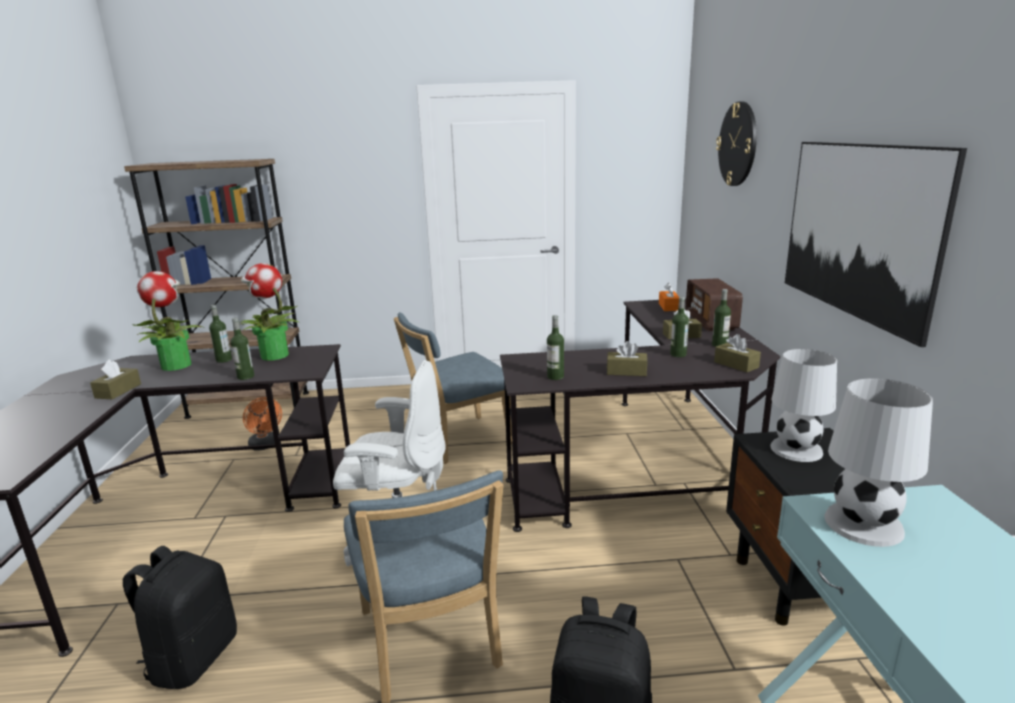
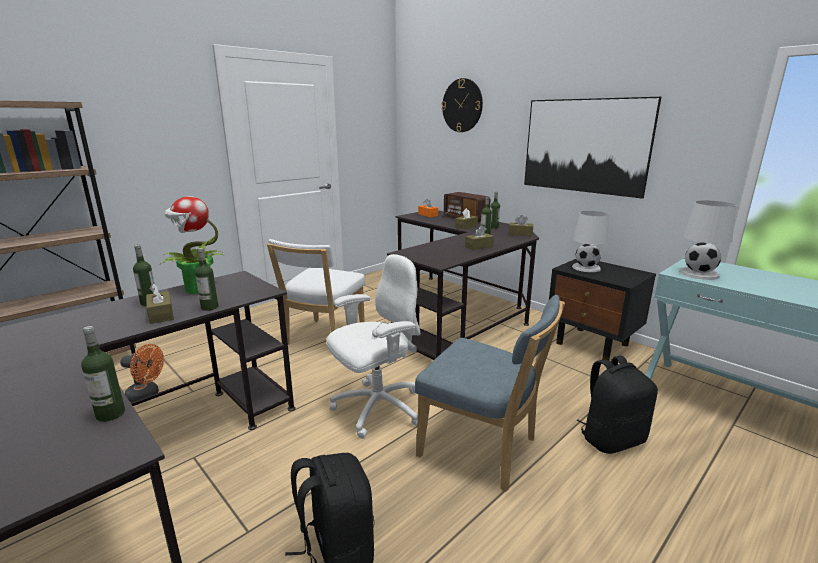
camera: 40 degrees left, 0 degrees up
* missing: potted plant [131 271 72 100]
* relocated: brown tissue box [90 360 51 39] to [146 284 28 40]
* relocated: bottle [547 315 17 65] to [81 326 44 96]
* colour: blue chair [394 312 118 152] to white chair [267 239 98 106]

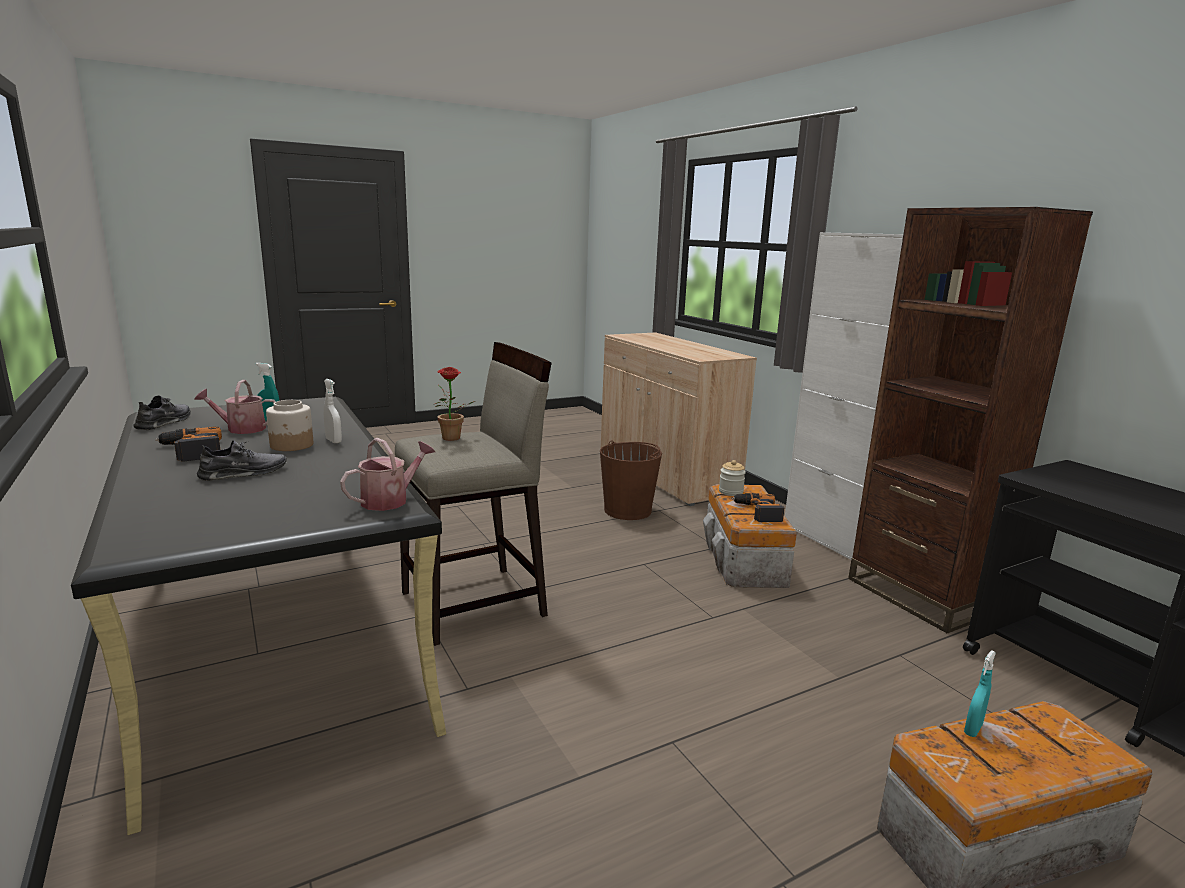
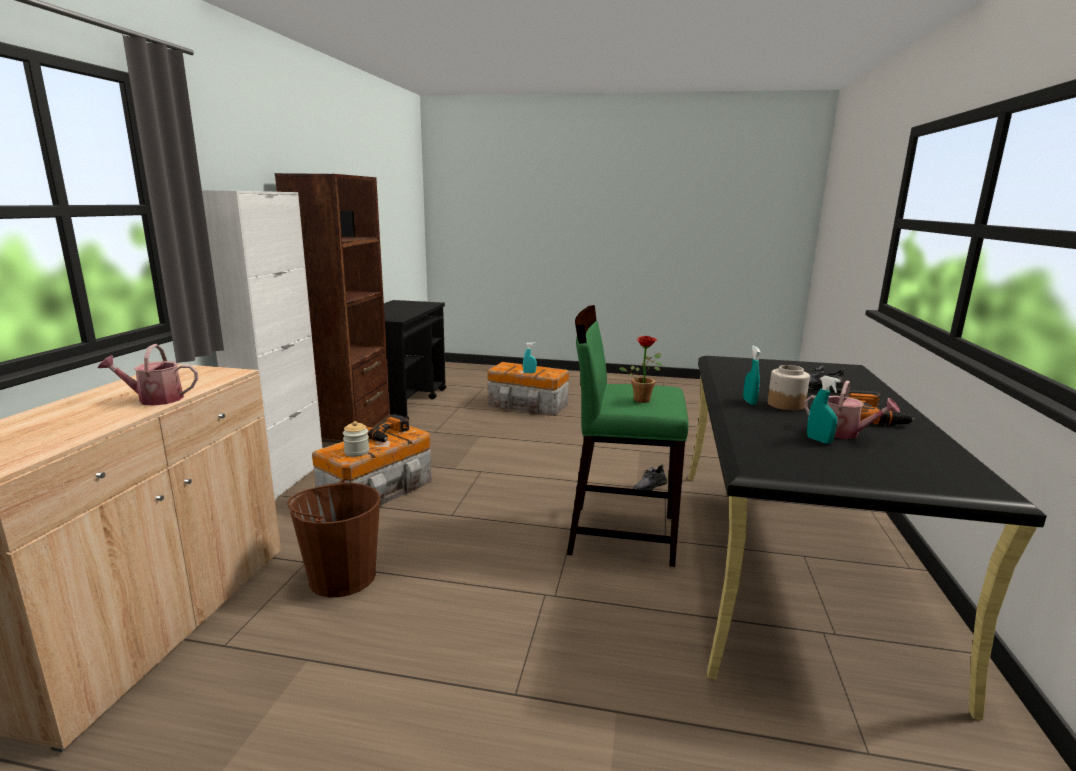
camera: 140 degrees left, 0 degrees up
* relocated: grey shoe [133 395 58 35] to [633 464 34 27]
* relocated: watering can [340 438 95 73] to [98 344 100 62]
* colour: white spray bottle [324 379 18 64] to turquoise spray bottle [743 346 17 59]
* colour: beige stool [395 342 157 304] to green stool [567 305 122 262]

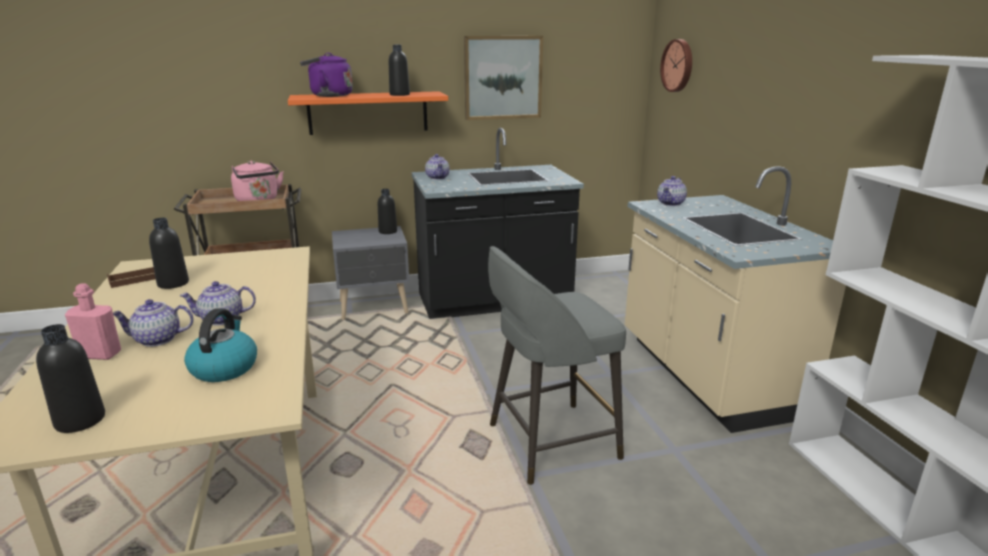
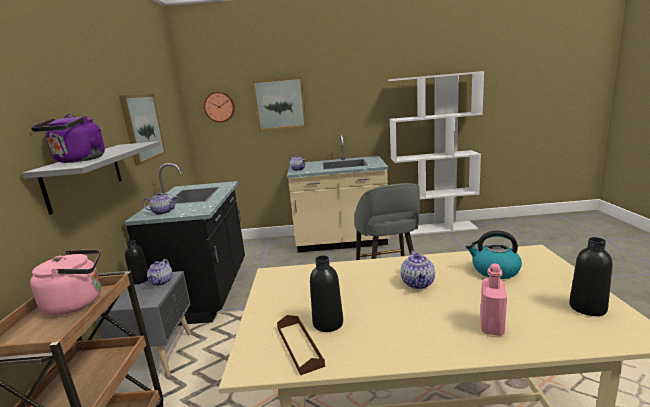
camera: 75 degrees left, 5 degrees down
* missing: black bottle [389 45 21 51]
* appeared: picture [252 77 54 54]
* relocated: teapot [113 299 81 48] to [147 259 26 27]
* colour: orange shelf [288 91 160 44] to grey shelf [22 141 138 74]

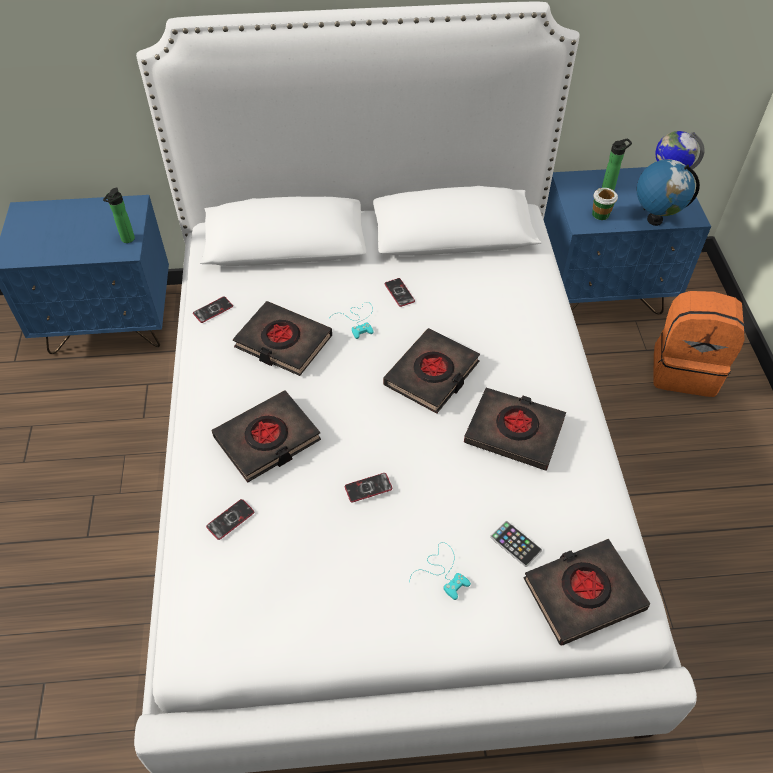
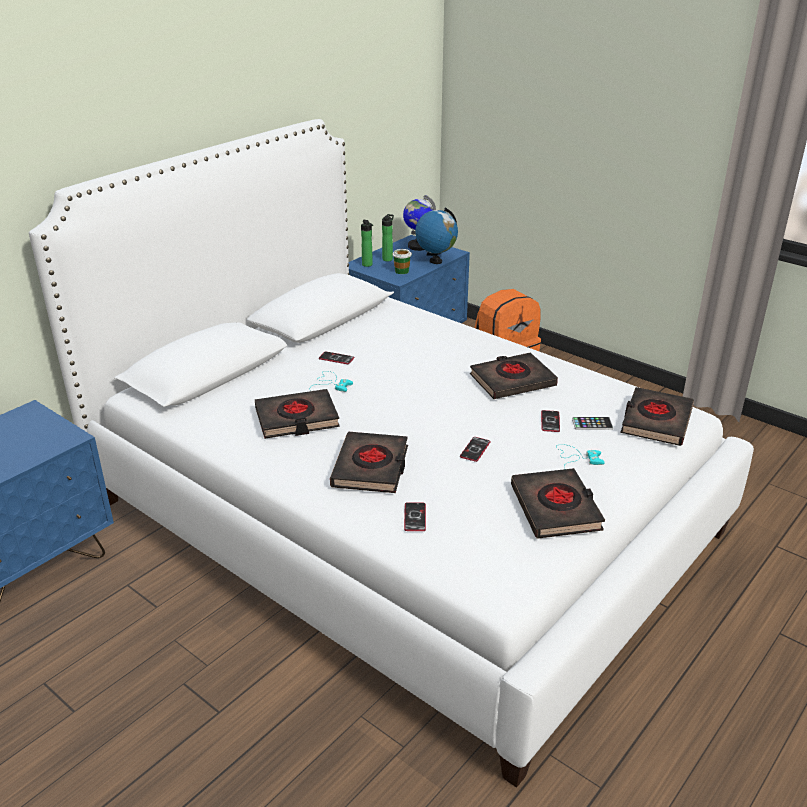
camera: 45 degrees left, 20 degrees down
* relocated: bottle [103 187 32 56] to [361 220 12 47]
* relocated: phone [193 296 40 27] to [541 410 19 22]
* relocated: black book [383 328 97 86] to [511 468 94 71]

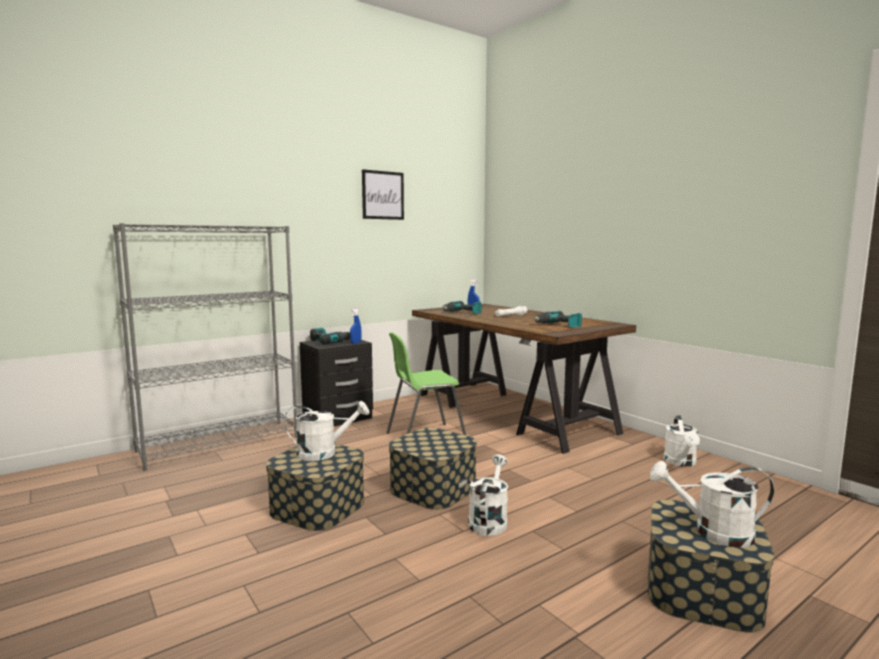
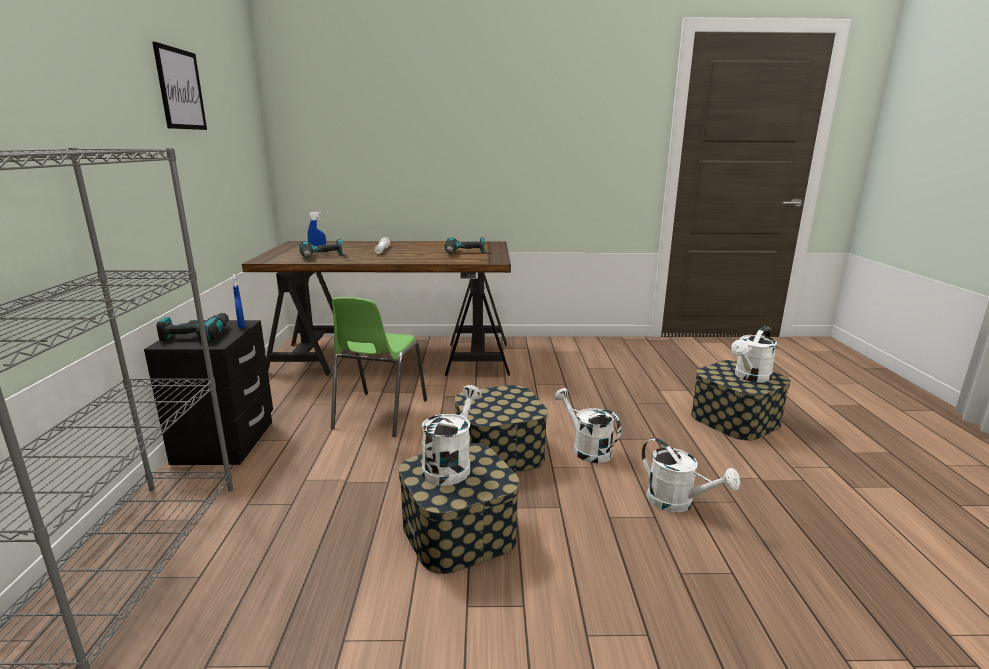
camera: 55 degrees left, 10 degrees up
* relocated: white watering can [664 415 36 51] to [641 438 99 74]

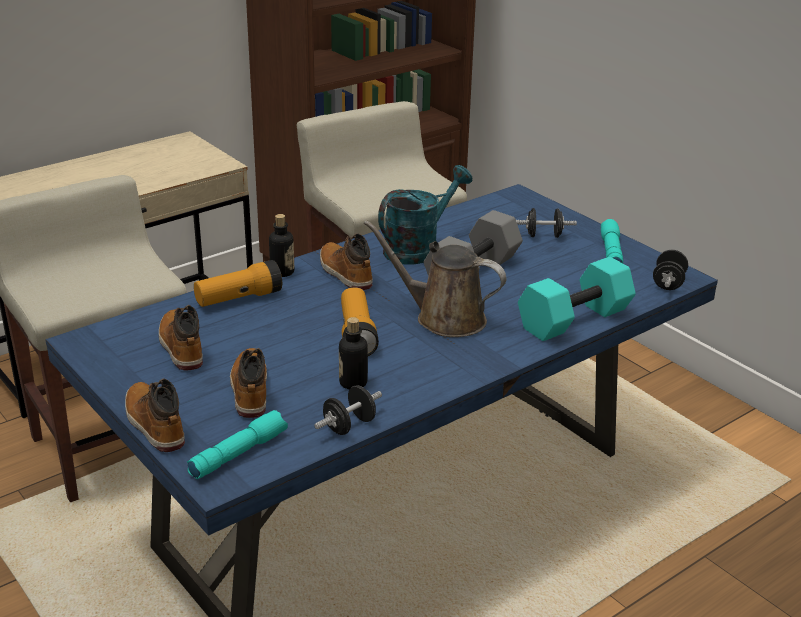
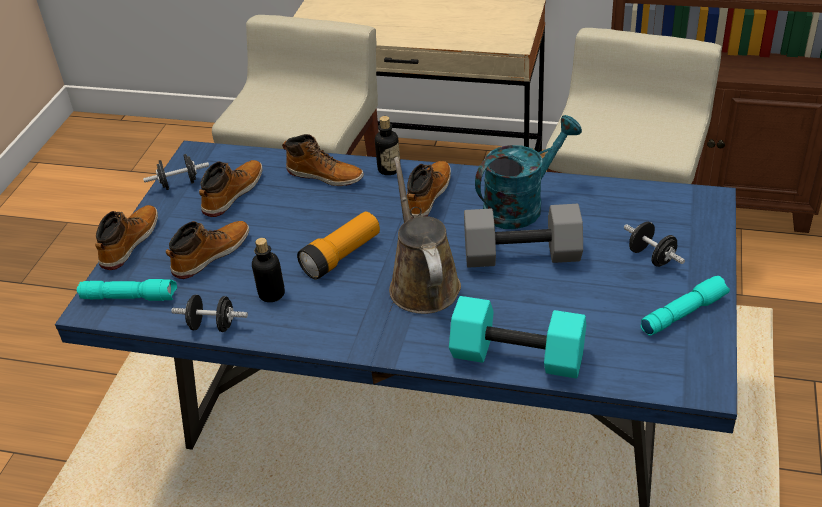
camera: 55 degrees right, 10 degrees up
* relocated: black dumbbell [653 250 35 40] to [143 154 66 36]
* exchanged: flashlight [194 260 88 47] to boot [282 134 82 52]
* spun: turquoise watering can [378 165 94 100] = [475 115 107 114] 45 degrees counterclockwise

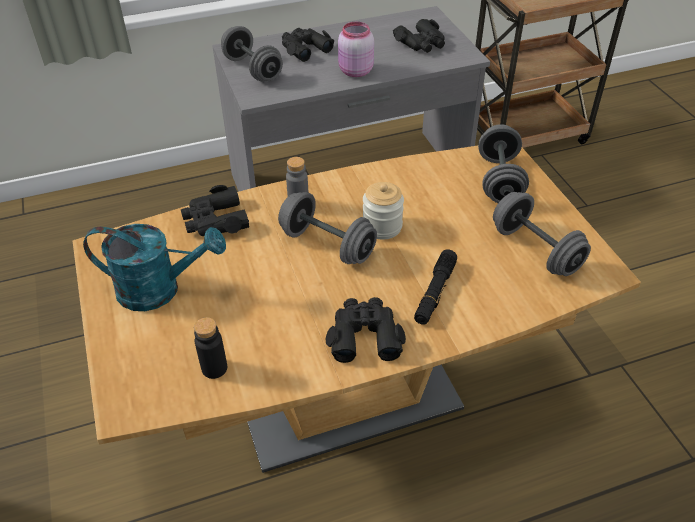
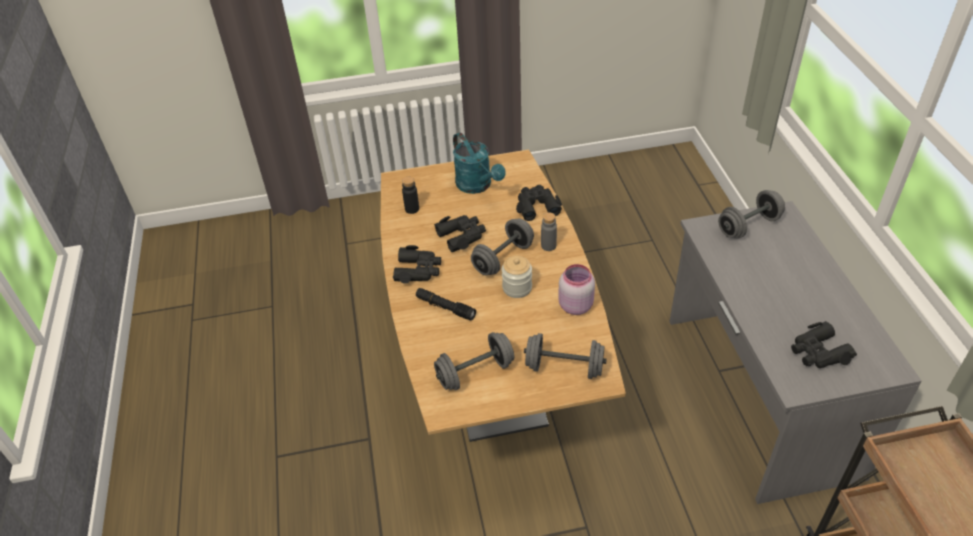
camera: 100 degrees right, 0 degrees up
* relocated: black binoculars [282 28 52 34] to [434 215 52 37]
* relocated: pink jar [338 22 36 55] to [558 264 37 51]
* spun: turquoise watering can [83 224 143 87] = [453 133 53 61] 45 degrees counterclockwise

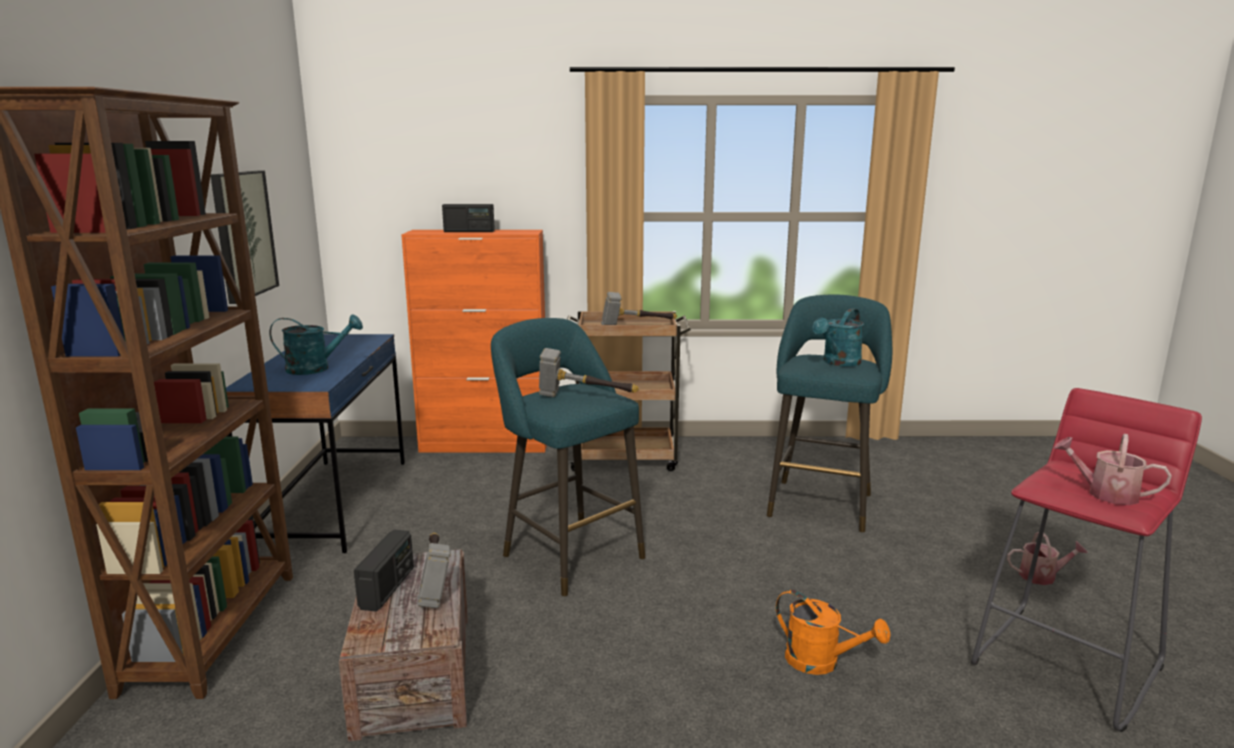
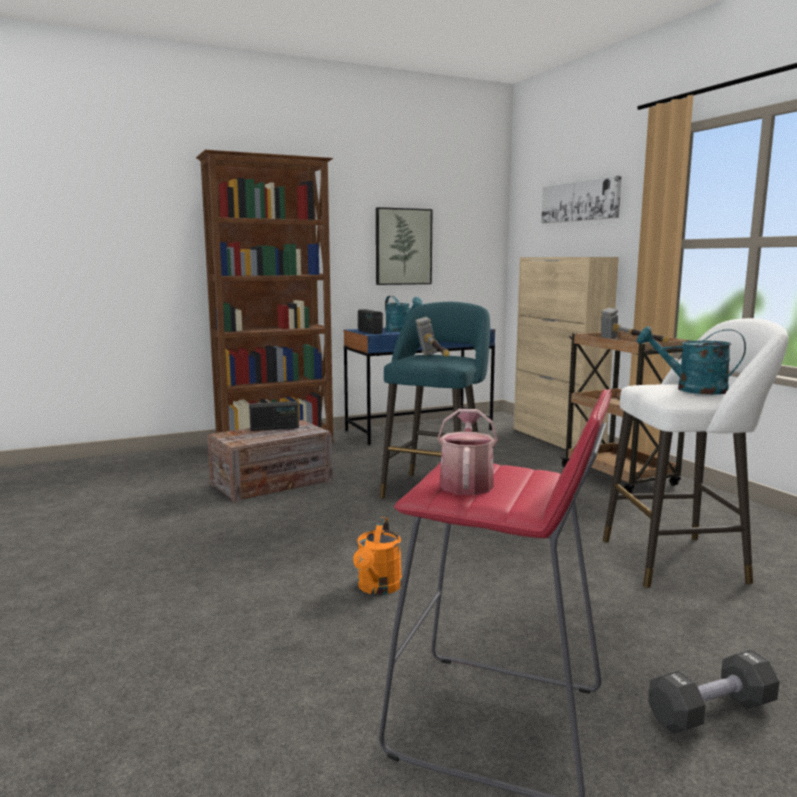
camera: 65 degrees right, 5 degrees down
* missing: hammer [418 533 33 75]
* appeared: picture [541 176 81 47]
* relocated: radio [442 204 53 28] to [358 309 25 25]
* exchanged: watering can [1007 532 81 53] to black dumbbell [648 650 132 84]
* colour: orange cabinet [401 230 146 223] to beige cabinet [514 257 105 192]
* colour: turquoise stool [767 295 125 237] to white stool [603 318 185 270]

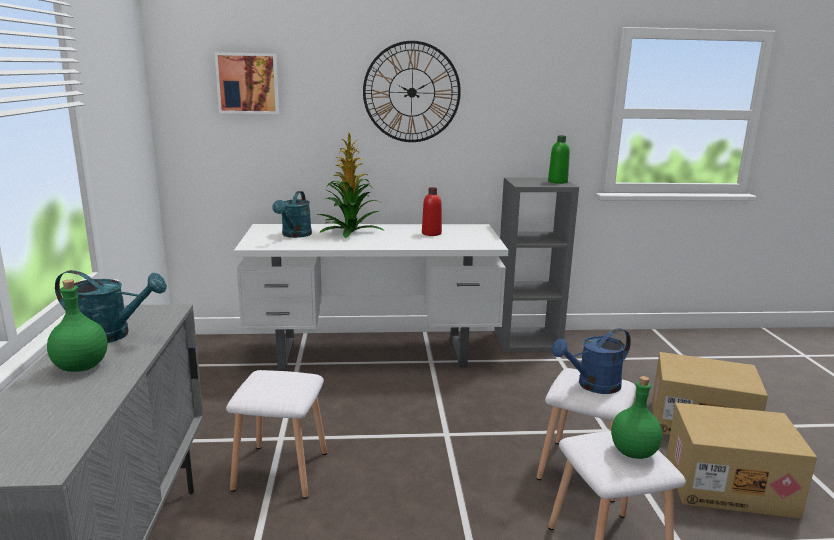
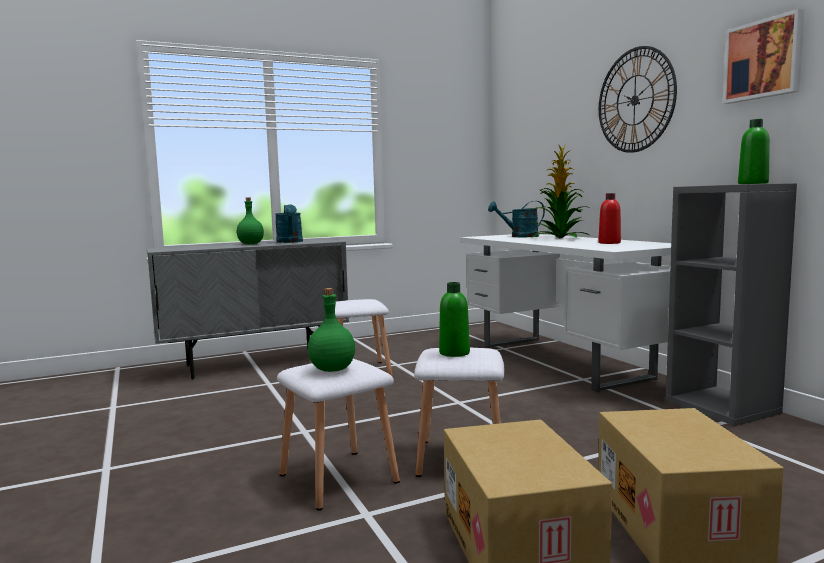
camera: 70 degrees right, 10 degrees down
* relocated: picture [214 52 65 62] to [723 9 82 95]
* exchanged: blue watering can [551 328 80 66] to green bottle [439 282 31 75]

